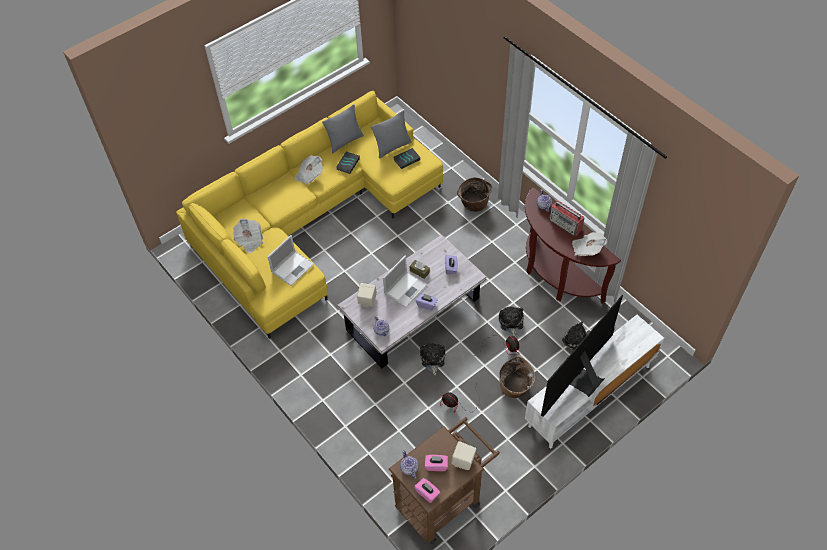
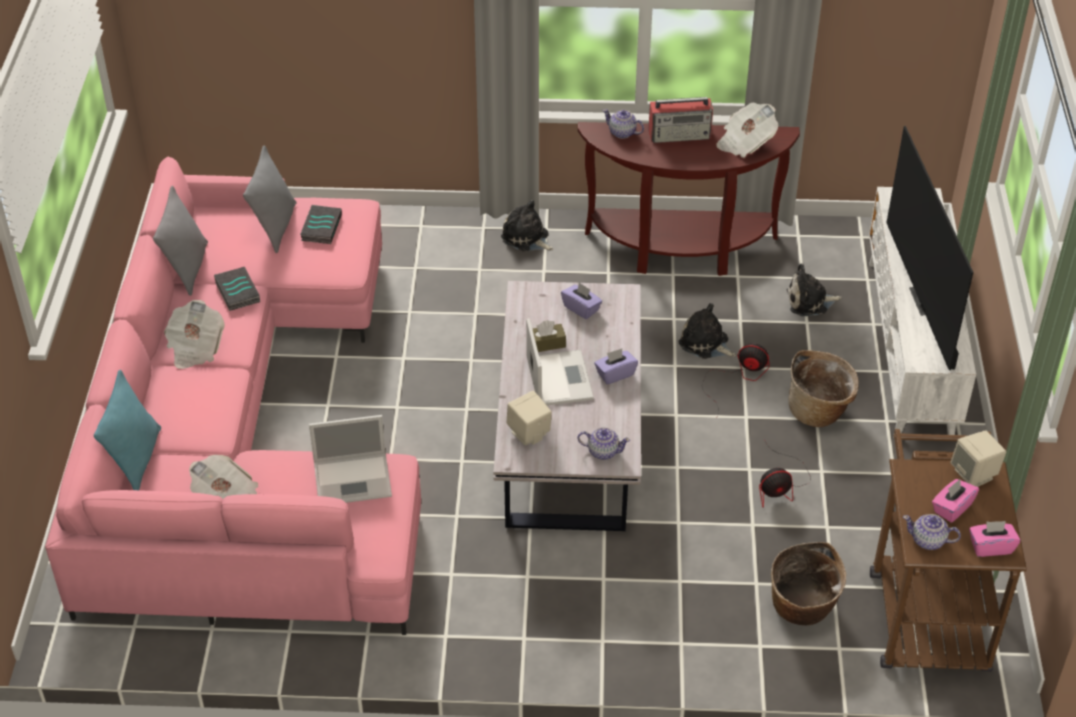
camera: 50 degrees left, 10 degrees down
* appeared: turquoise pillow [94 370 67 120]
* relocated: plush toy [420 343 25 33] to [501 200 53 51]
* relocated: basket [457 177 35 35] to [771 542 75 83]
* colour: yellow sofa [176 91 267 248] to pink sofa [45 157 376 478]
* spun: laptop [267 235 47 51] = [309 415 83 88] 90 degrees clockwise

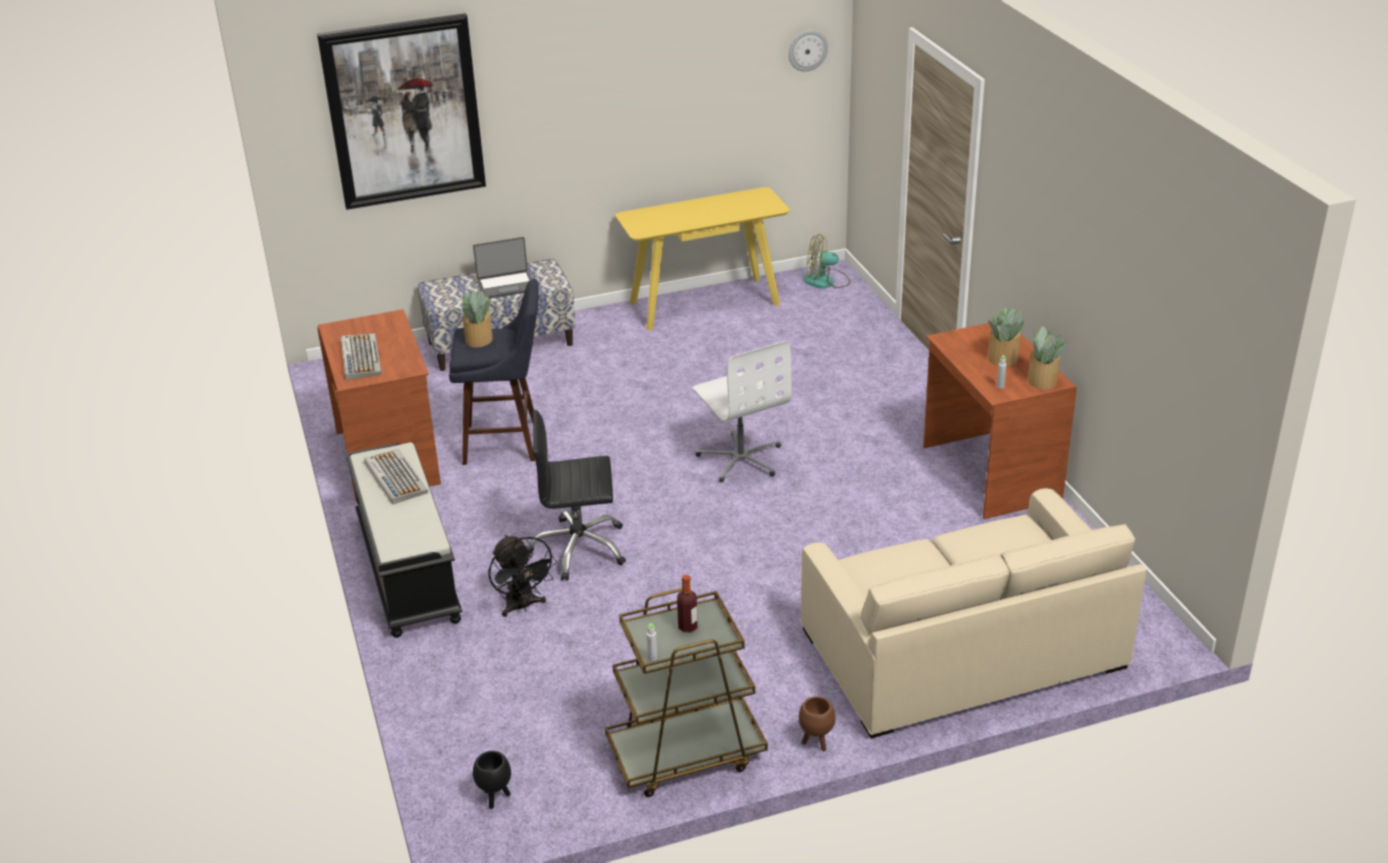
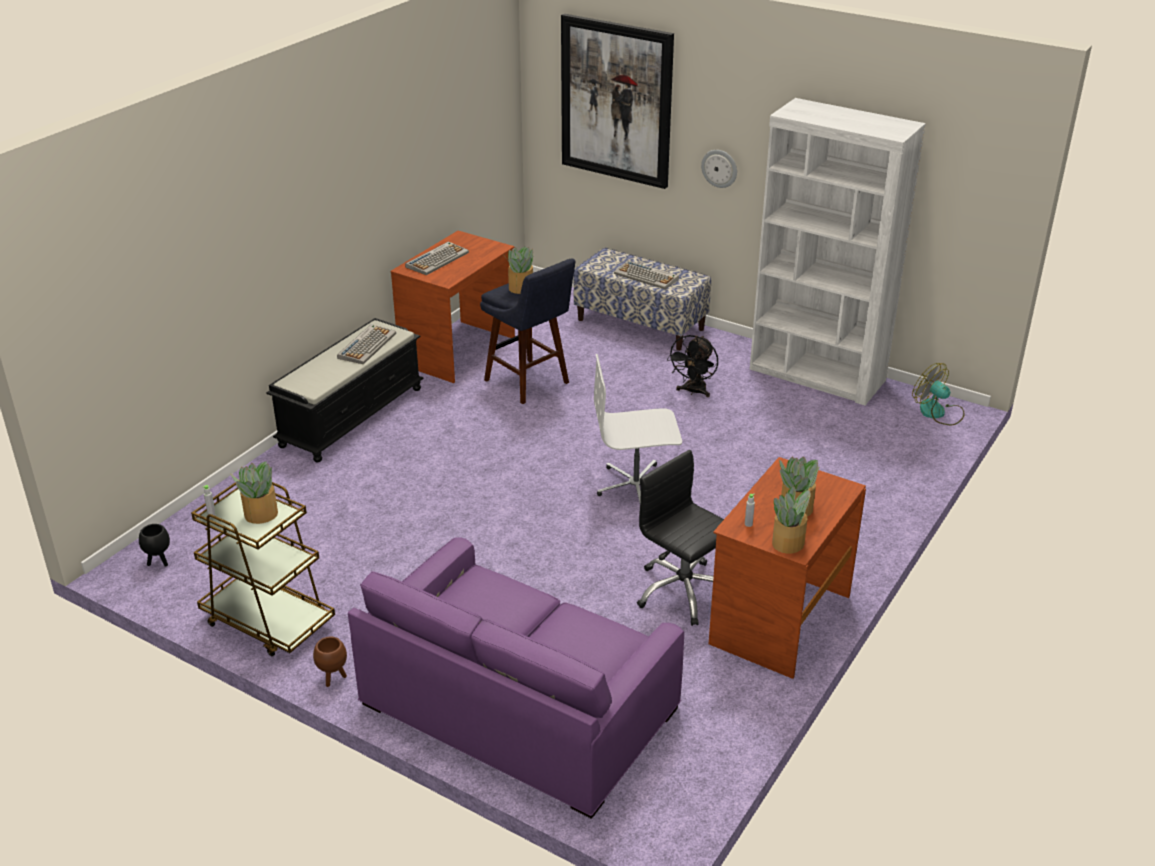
camera: 50 degrees right, 0 degrees up
* relocated: black fan [489 535 68 82] to [667 335 51 62]
* relocated: black office chair [526 410 100 171] to [637 450 87 176]
* relocated: wall clock [788 30 40 42] to [701 150 36 38]
* exchanged: laptop [473 237 58 62] to keyboard [614 261 65 28]
* exchanged: yellow console table [615 187 175 144] to white bookcase [750 98 176 307]
* exchanged: bottle [677 575 21 57] to potted plant [231 462 47 62]
* colour: beige sofa [800 488 346 250] to purple sofa [348 537 336 282]
* spun: white office chair [692 341 100 141] = [594 354 88 148] 60 degrees clockwise

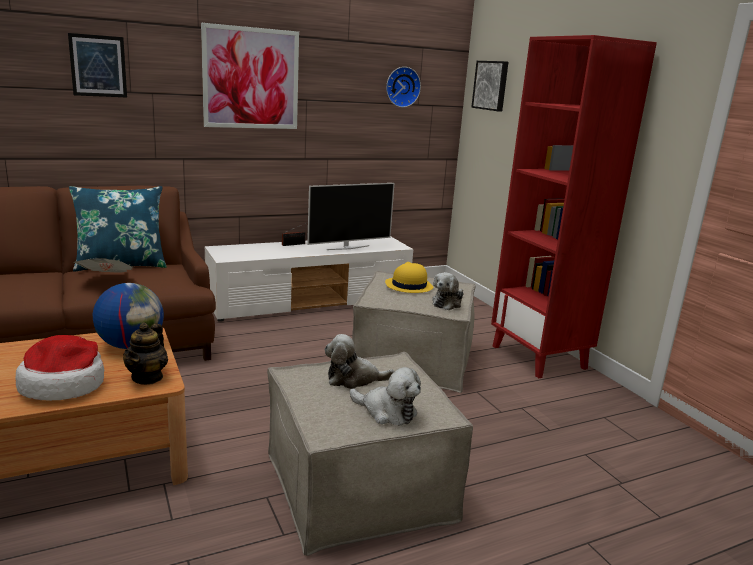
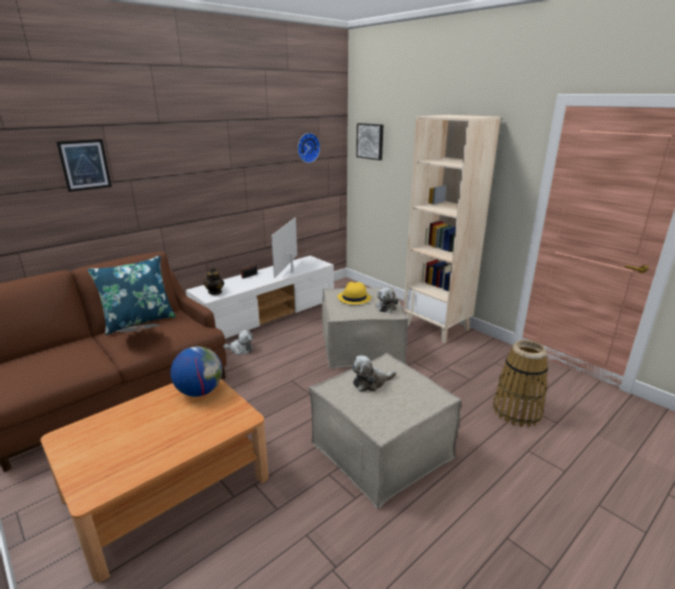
camera: 15 degrees left, 5 degrees up
* missing: hat [15 335 89 66]
* missing: picture [201 23 98 106]
* appeared: basket [493 340 55 87]
* relocated: teapot [123 322 45 63] to [204 267 20 28]
* relocated: plush toy [350 367 71 58] to [223 330 30 25]
* colour: red bookcase [491 35 166 343] to beige bookcase [404 115 97 228]
* spun: television [307 183 87 67] = [271 217 26 61] 150 degrees clockwise

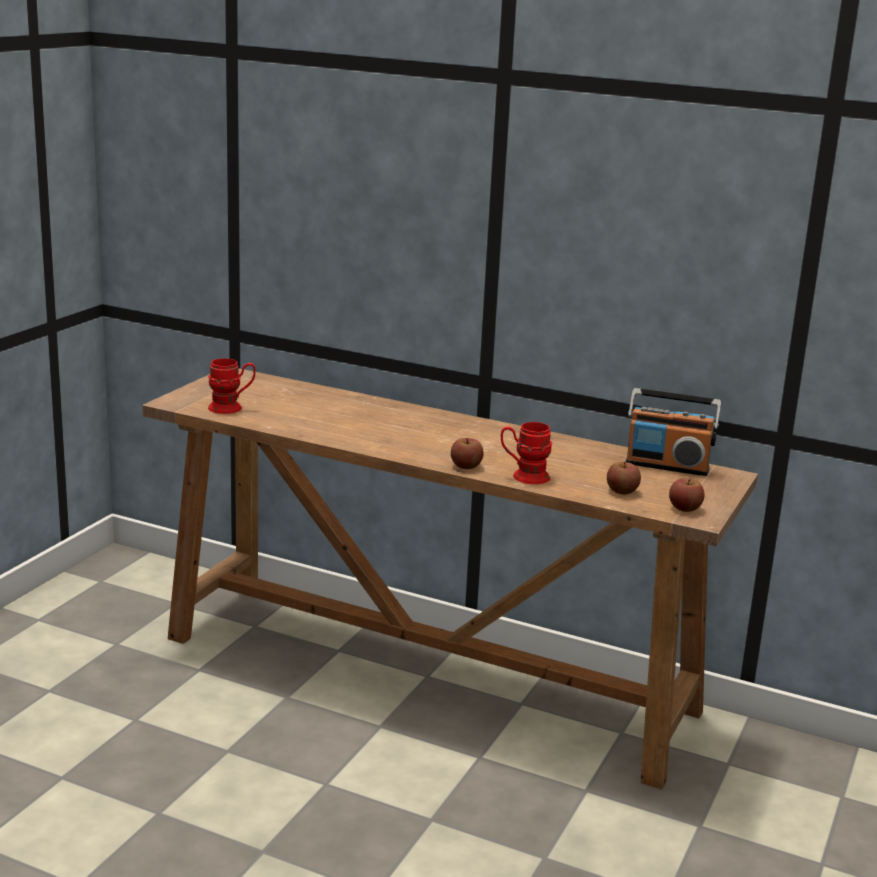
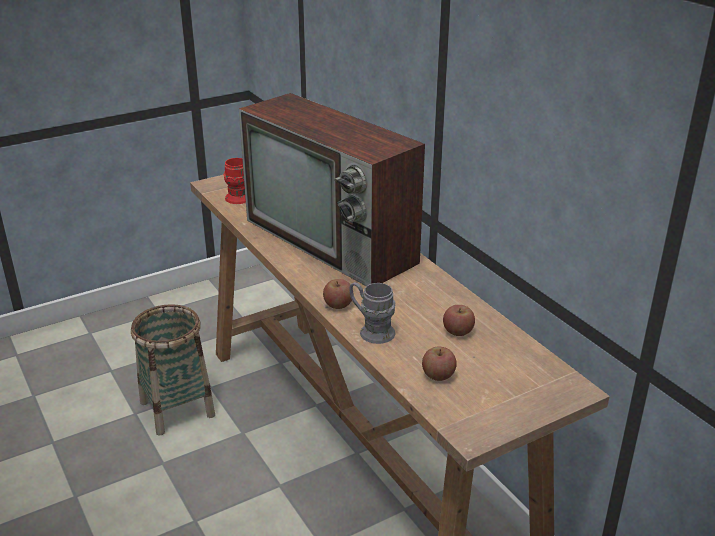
camera: 35 degrees right, 10 degrees up
* missing: radio [626 388 95 88]
* appeared: basket [131 304 84 132]
* appeared: television [239 93 186 193]
* relocated: apple [669 478 36 34] to [443 305 32 31]
* colour: red mug [501 422 51 62] to grey mug [350 282 45 62]

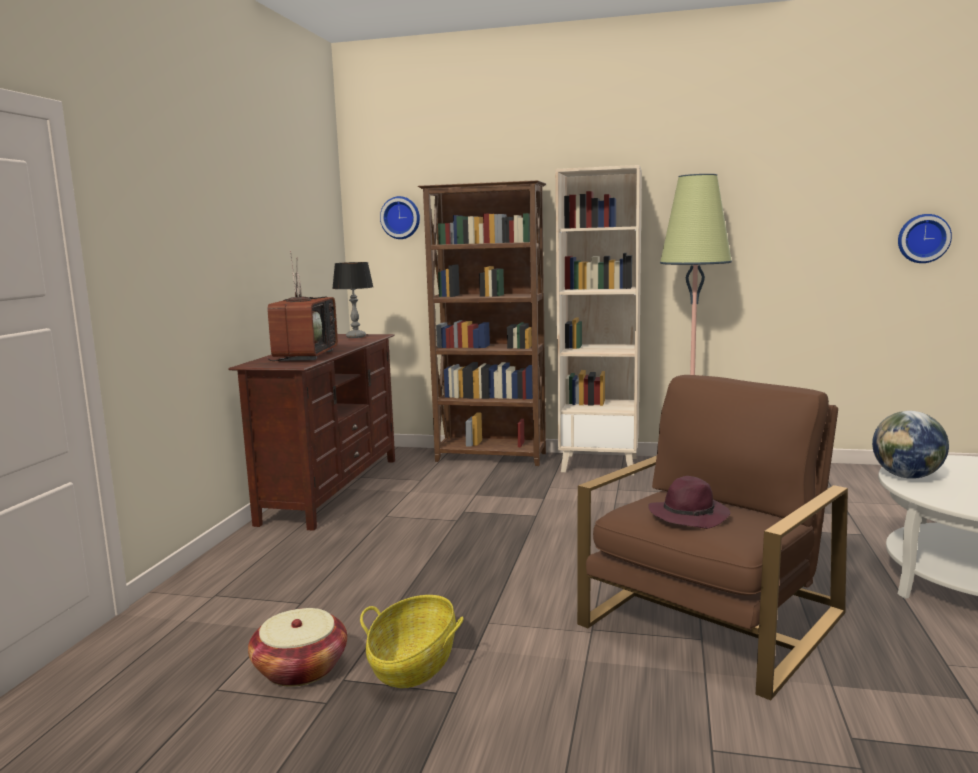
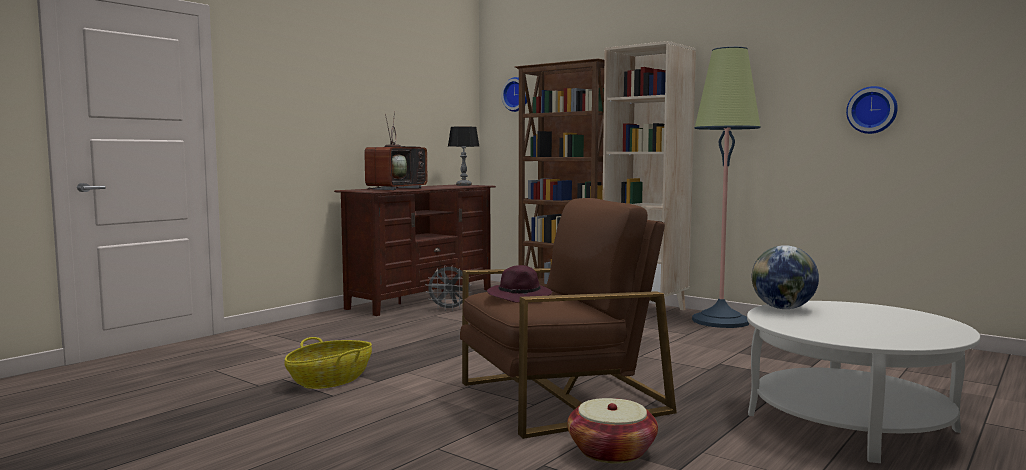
camera: 25 degrees right, 5 degrees down
* appeared: grey fan [428 266 44 45]
* relocated: basket [248 608 99 79] to [567 398 91 66]
* relocated: wall clock [898 214 54 49] to [846 86 52 48]

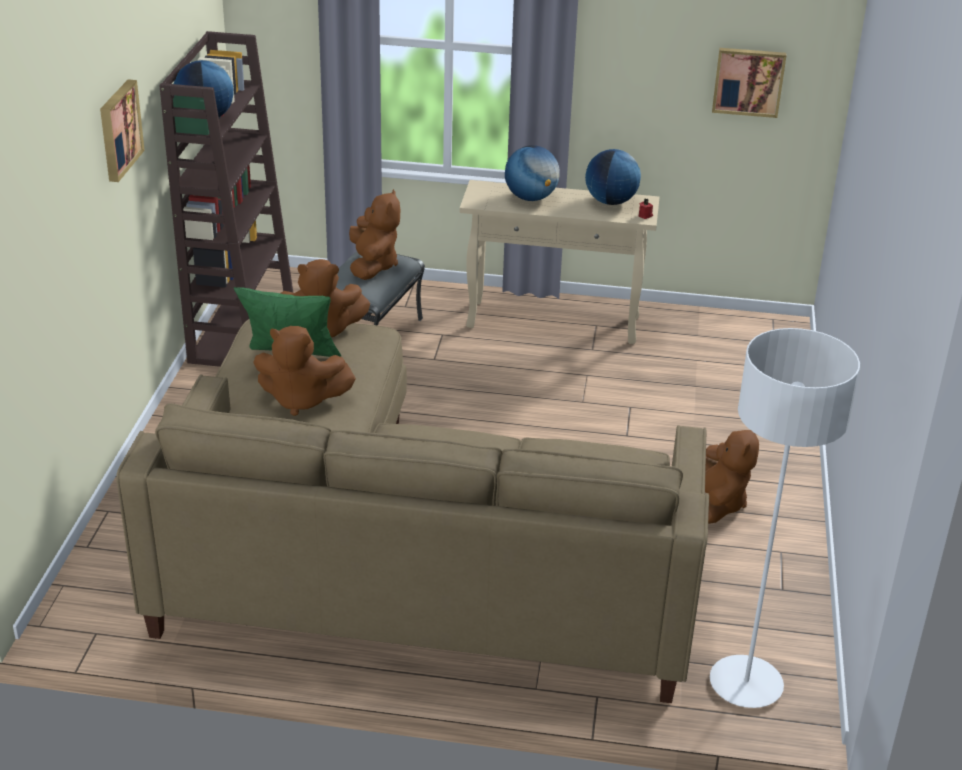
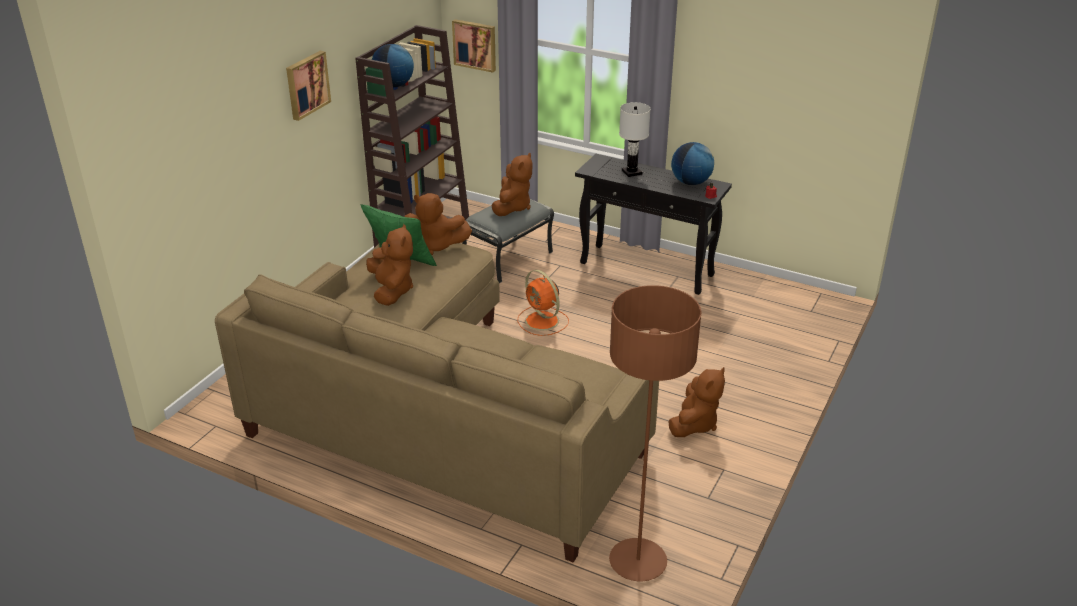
camera: 20 degrees right, 0 degrees up
* appeared: orange fan [517 270 52 66]
* relocated: picture [712 48 74 70] to [452 19 44 54]
* exchanged: globe [505 145 55 56] to white table lamp [619 102 32 75]
* colour: beige console table [460 180 200 164] to black console table [575 154 157 141]
* colour: white floor lamp [710 328 150 380] to brown floor lamp [609 285 93 296]
* spun: brown plush toy [253 326 103 90] = [366 223 47 83] 135 degrees counterclockwise

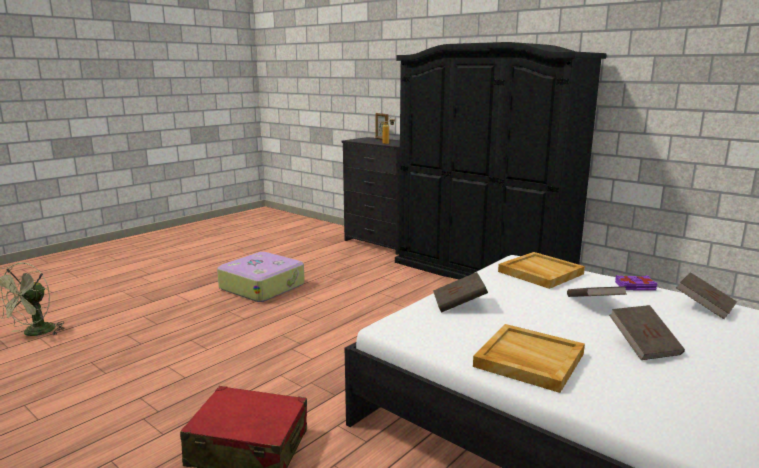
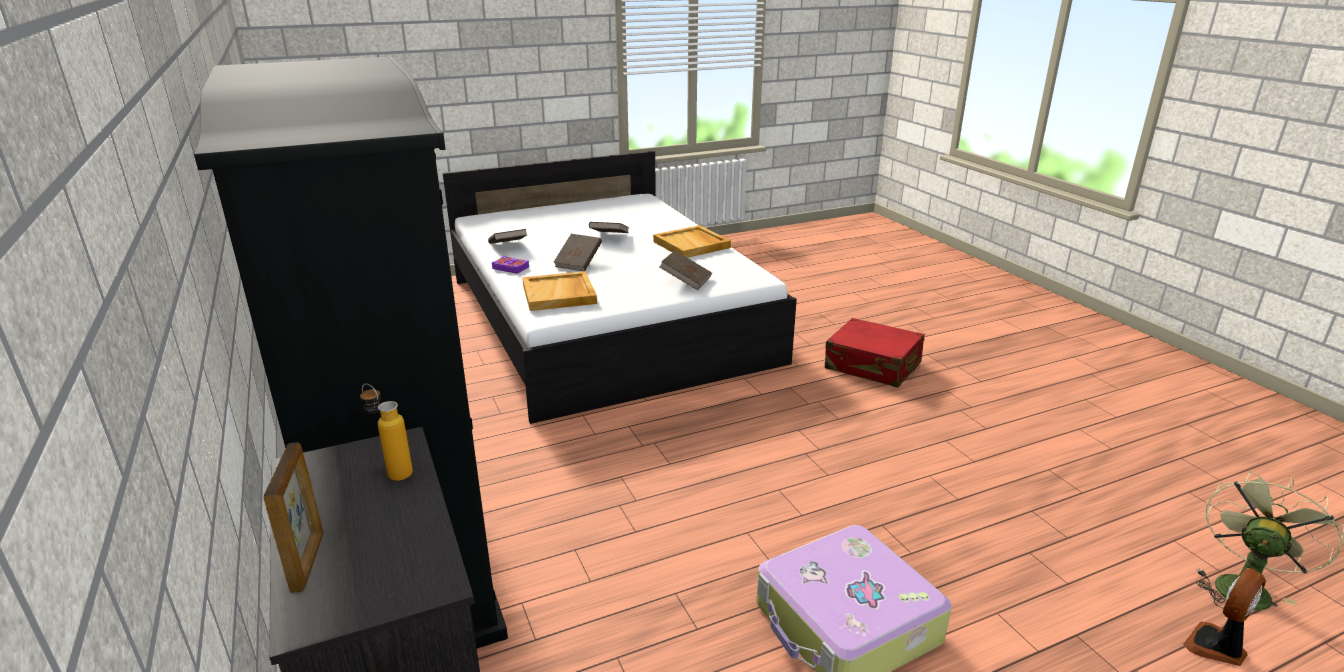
camera: 155 degrees left, 10 degrees up
* appeared: fan [1183 568 83 98]

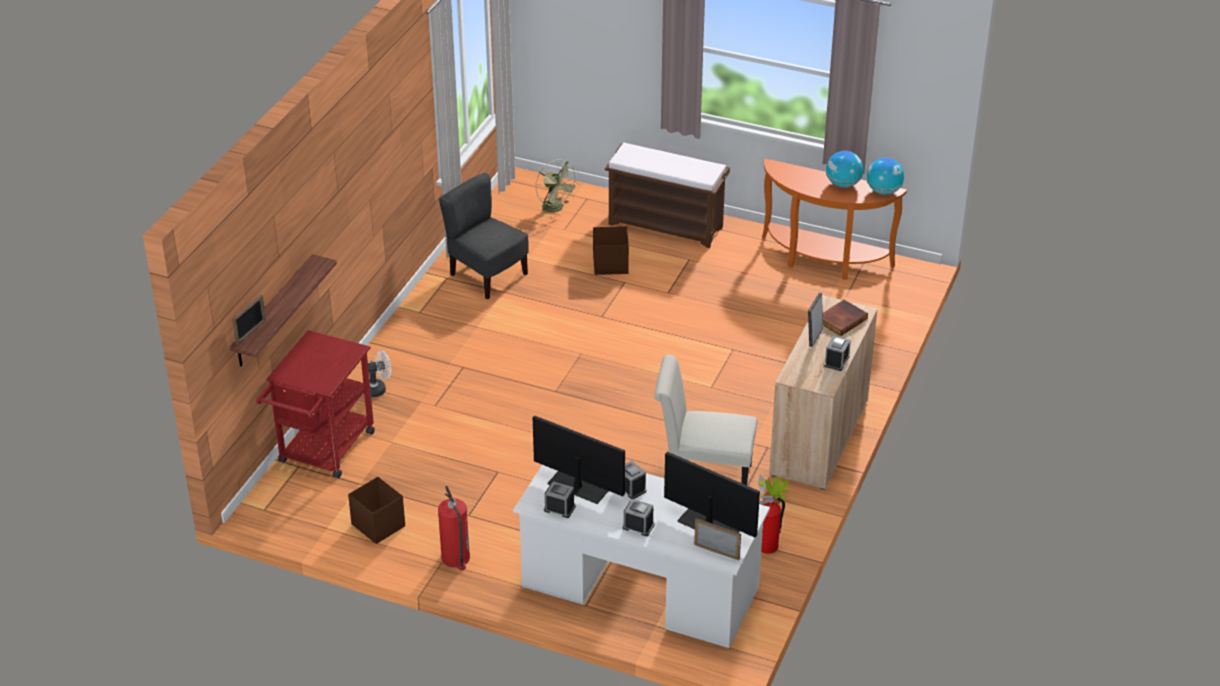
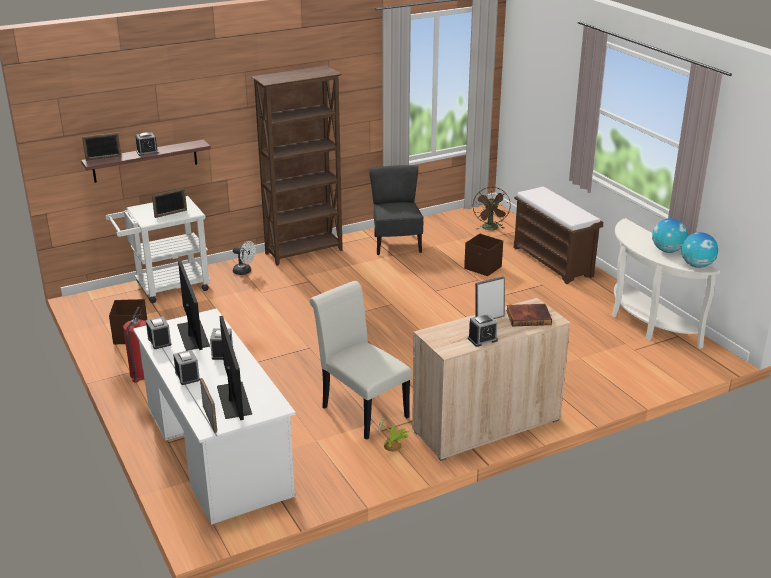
camera: 40 degrees right, 10 degrees down
* missing: fire extinguisher [759 495 26 59]
* appeared: alarm clock [136 132 23 24]
* appeared: picture frame [152 188 35 30]
* appeared: brown bookcase [251 66 92 200]
* colour: red cart [256 330 119 148] to white cart [105 196 106 107]
* colour: green fan [536 159 42 58] to brown fan [473 187 38 43]
* colour: orange console table [762 158 145 122] to white console table [612 218 108 131]

